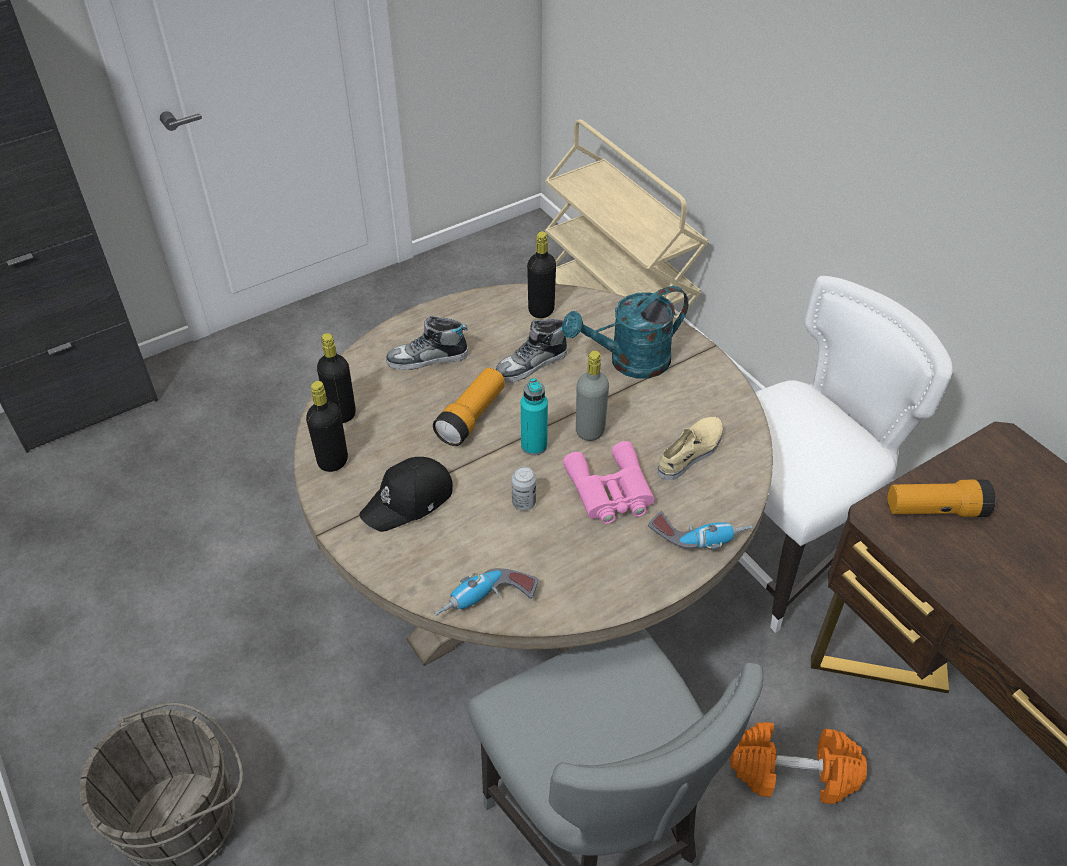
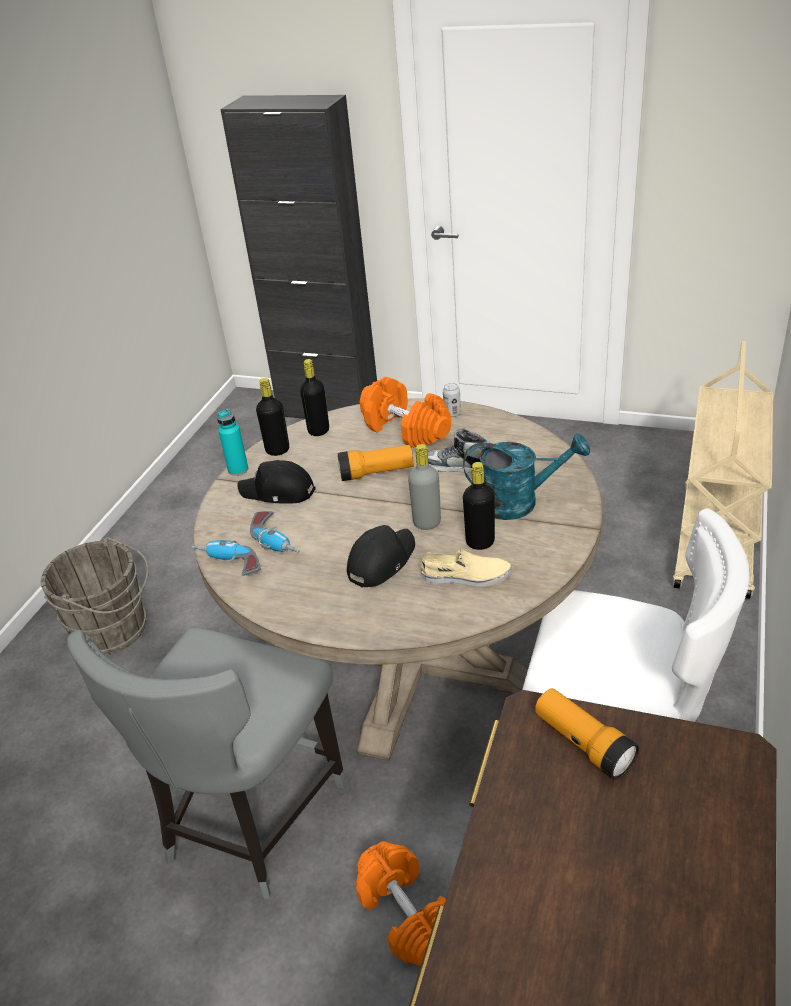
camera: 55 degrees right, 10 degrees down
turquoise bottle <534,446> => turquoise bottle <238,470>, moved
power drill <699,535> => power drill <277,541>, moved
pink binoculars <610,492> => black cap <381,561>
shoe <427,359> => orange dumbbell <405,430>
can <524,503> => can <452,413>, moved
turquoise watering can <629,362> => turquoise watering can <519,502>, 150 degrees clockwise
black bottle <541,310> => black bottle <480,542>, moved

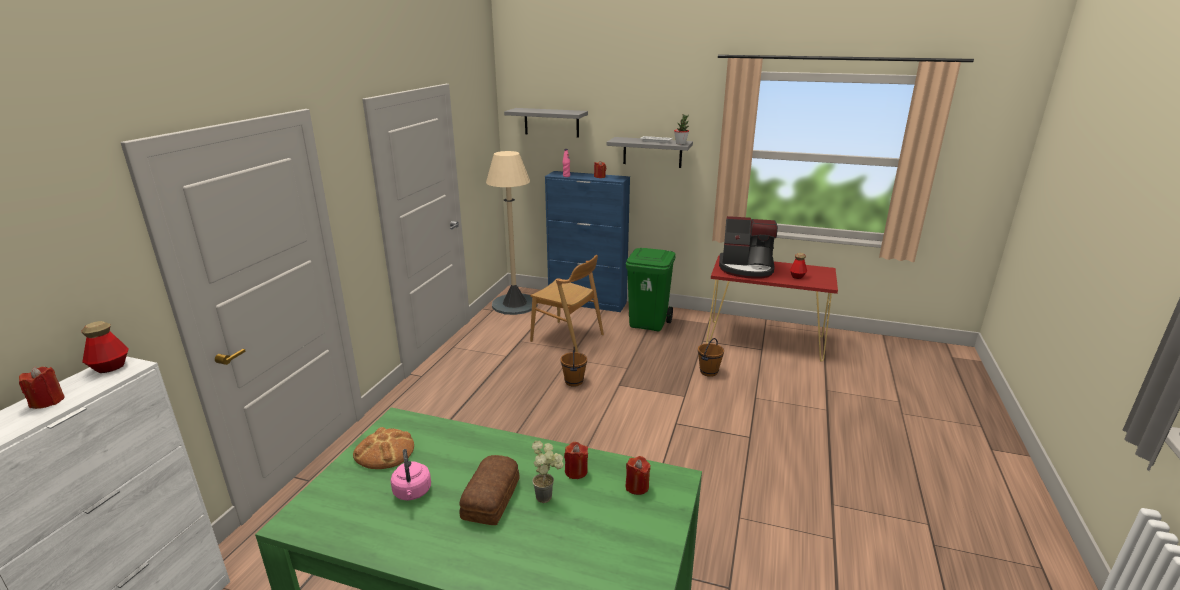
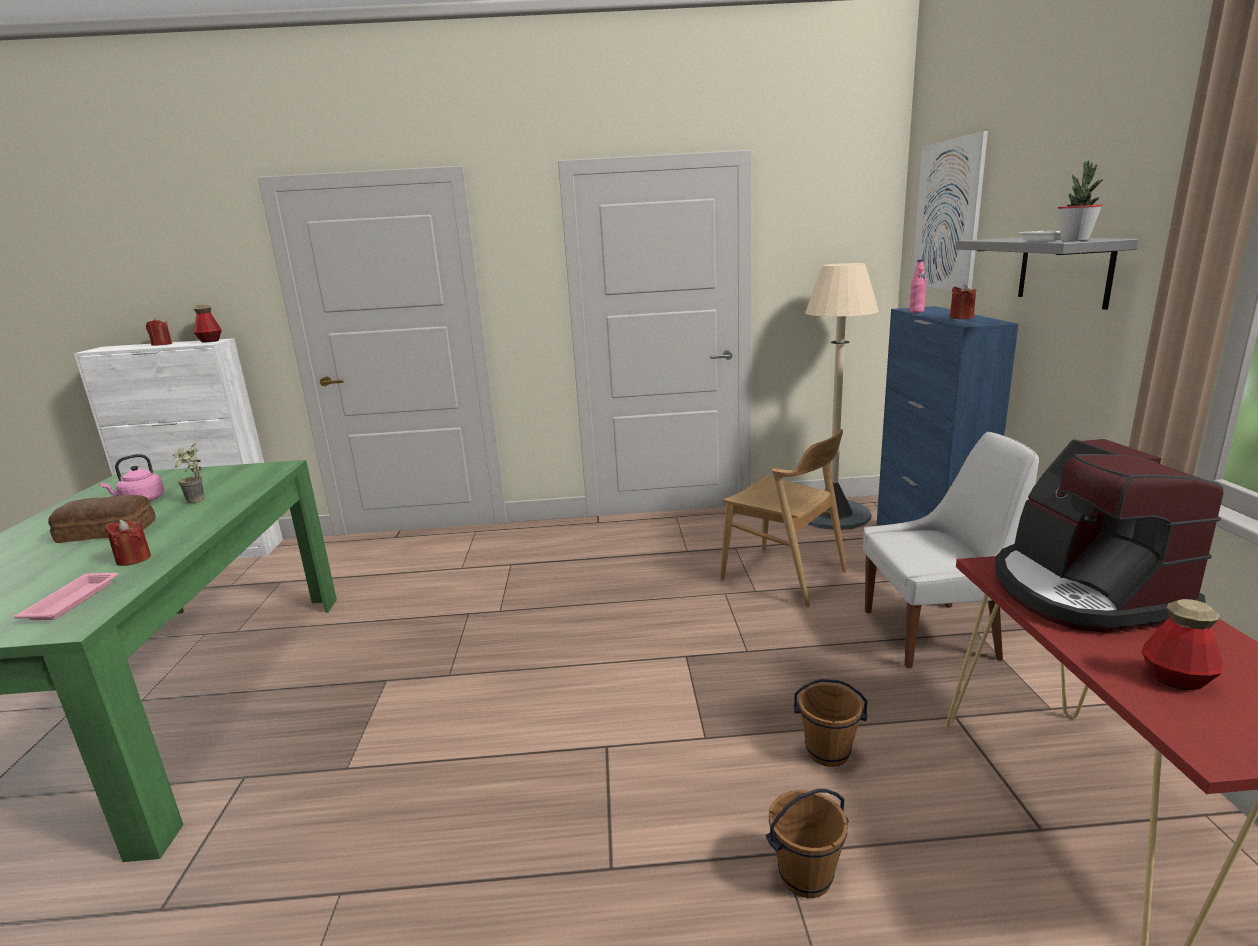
camera: 70 degrees right, 5 degrees down
red candle <637,486> => pink tray <73,600>
potted plant <548,496> => potted plant <197,501>, moved
brown chair <567,338> => brown chair <784,576>, 60 degrees counterclockwise
brown bucket <573,381> => brown bucket <805,875>, moved
green trash can <648,324> => white chair <935,634>
grey shelf <551,122> => picture <947,216>
bread <384,451> => nothing

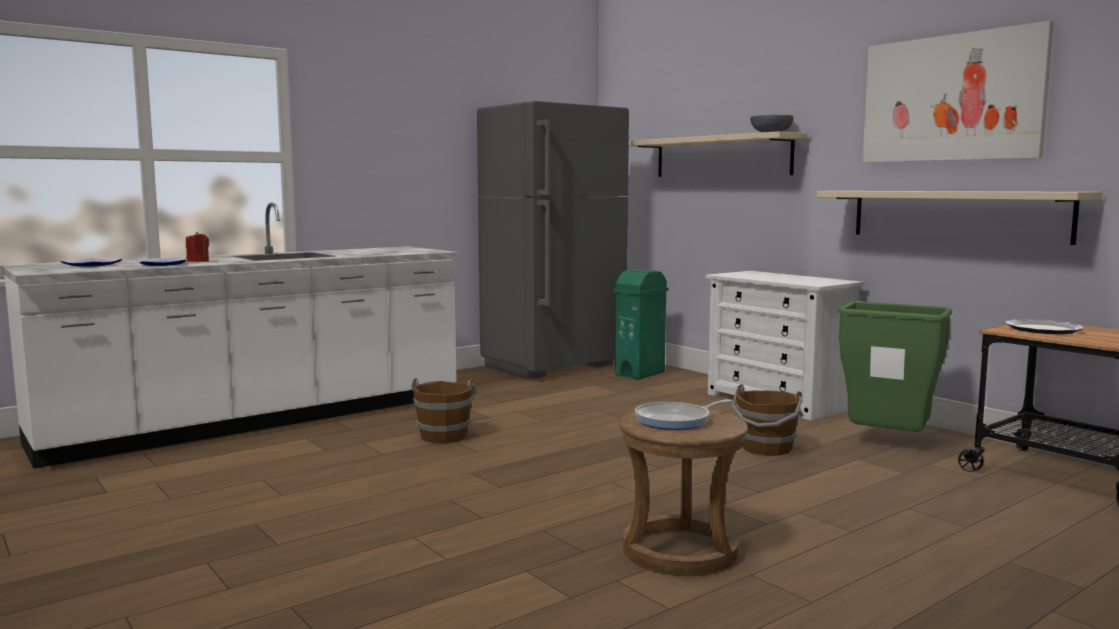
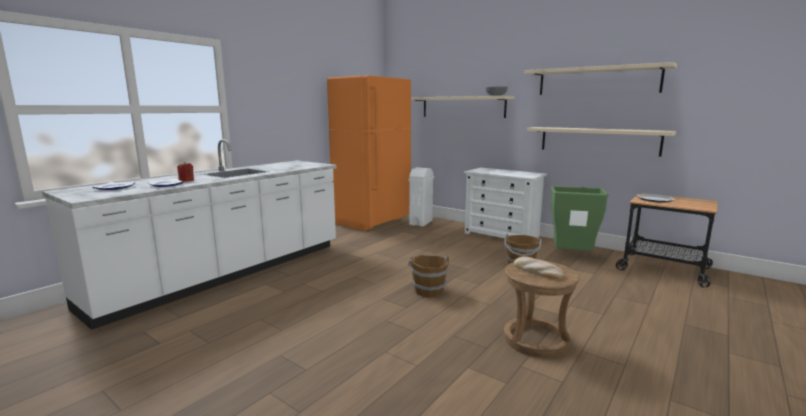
camera: 15 degrees left, 5 degrees up
grey fridge <554,367> => orange fridge <373,221>
green trash can <640,374> => white trash can <421,222>
brown bucket <444,436> => brown bucket <428,290>, moved
frying pan <676,420> => bread <537,271>
picture <951,98> => beige shelf <597,81>

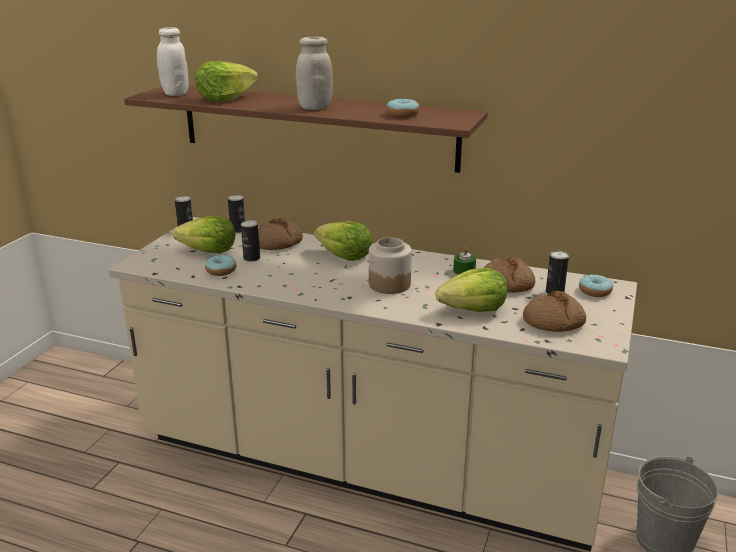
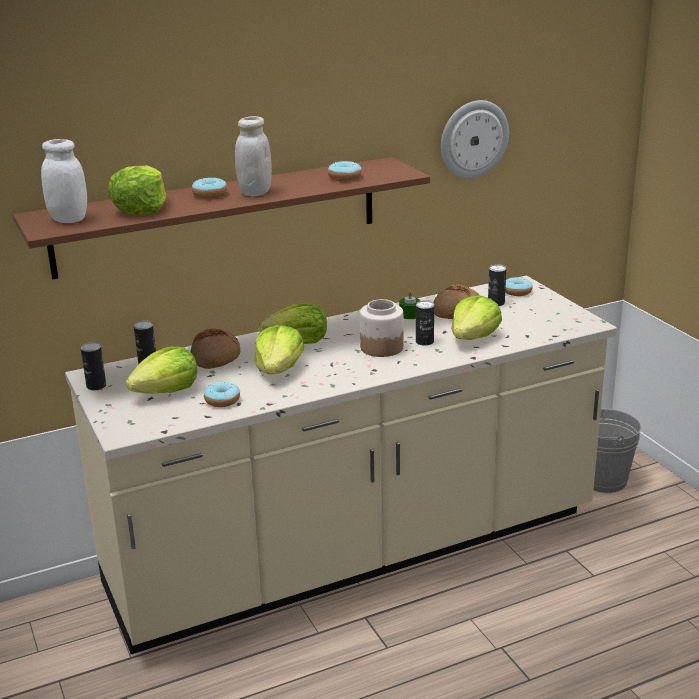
camera: 45 degrees left, 0 degrees up
nothing => donut <209,195>
nothing => lettuce <279,370>
can <251,258> => can <424,342>, moved
nothing => wall clock <473,139>
bread <553,322> => nothing

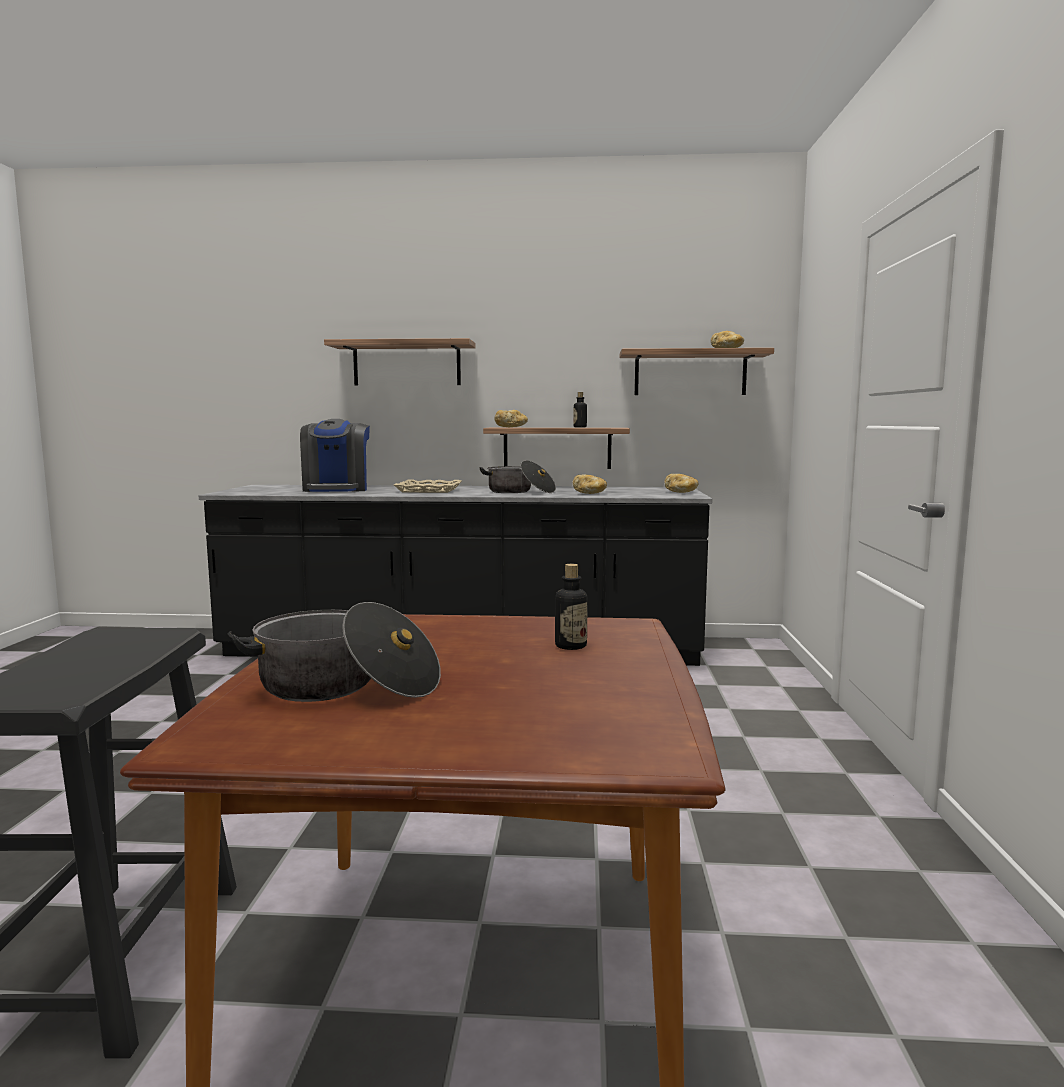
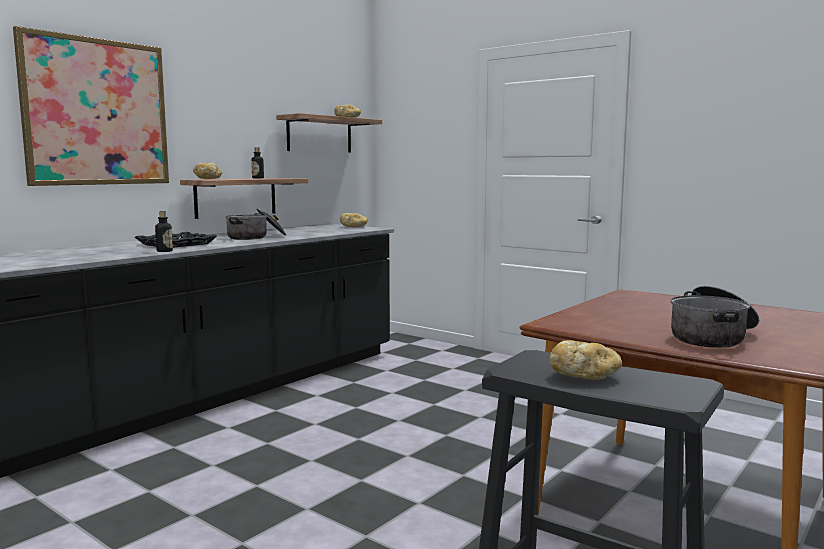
camera: 55 degrees left, 0 degrees up
shelf <407,364> => picture <96,112>
beige tray <429,490> => black tray <176,244>
bottle <570,646> => bottle <164,251>, moved
bread <590,493> => bread <584,376>, moved
coffee machine <337,489> => nothing

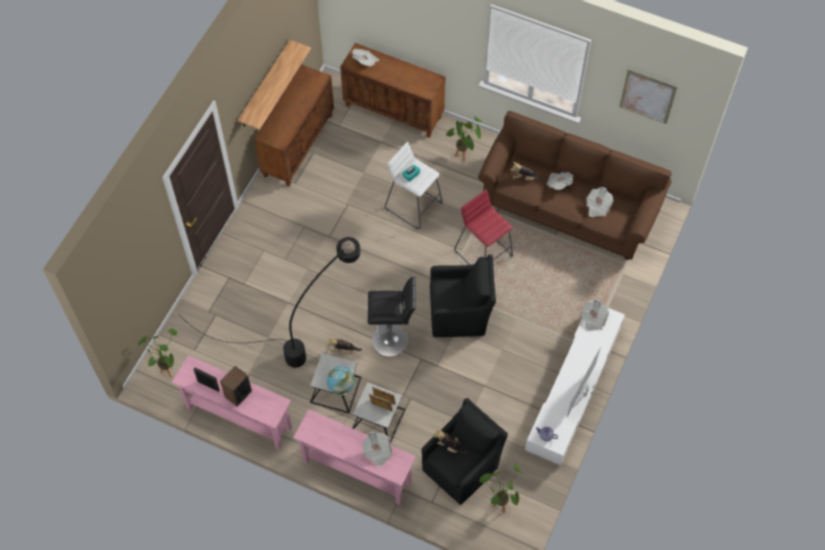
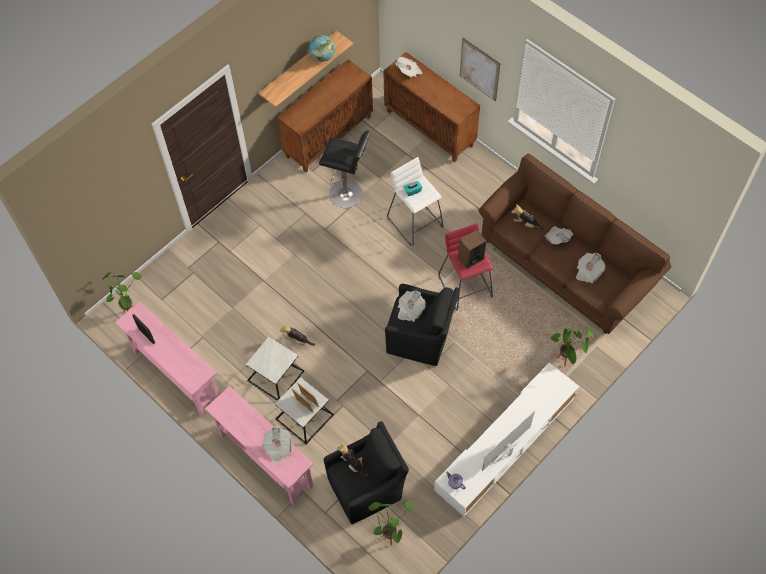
camera: 20 degrees right, 0 degrees up
globe <341,385> => globe <322,57>, moved
black stool <392,339> => black stool <348,194>, moved
newspaper <593,319> => newspaper <410,310>, moved
speaker <238,394> => speaker <470,258>, moved
picture <647,97> => picture <479,69>, moved
potted plant <464,157> => potted plant <566,362>, moved
black floor lamp <306,334> => nothing

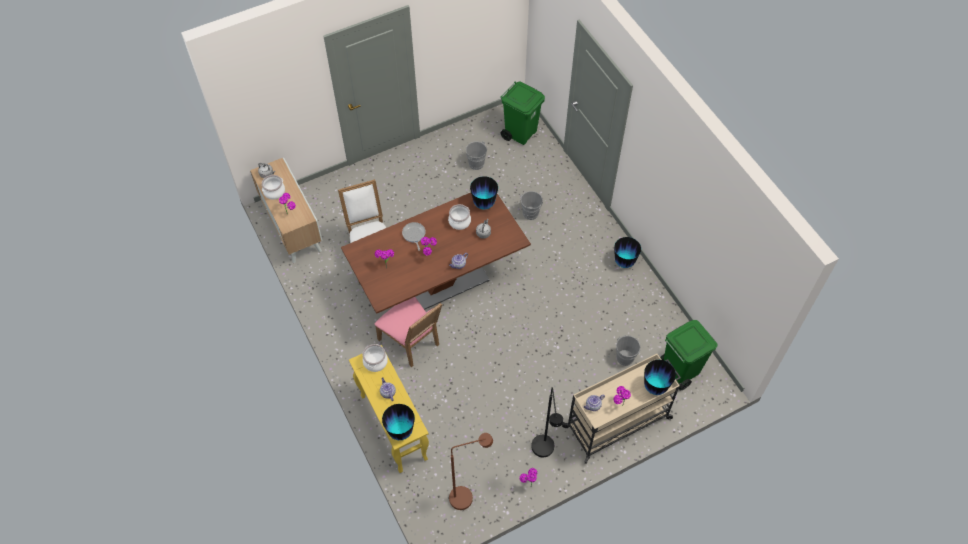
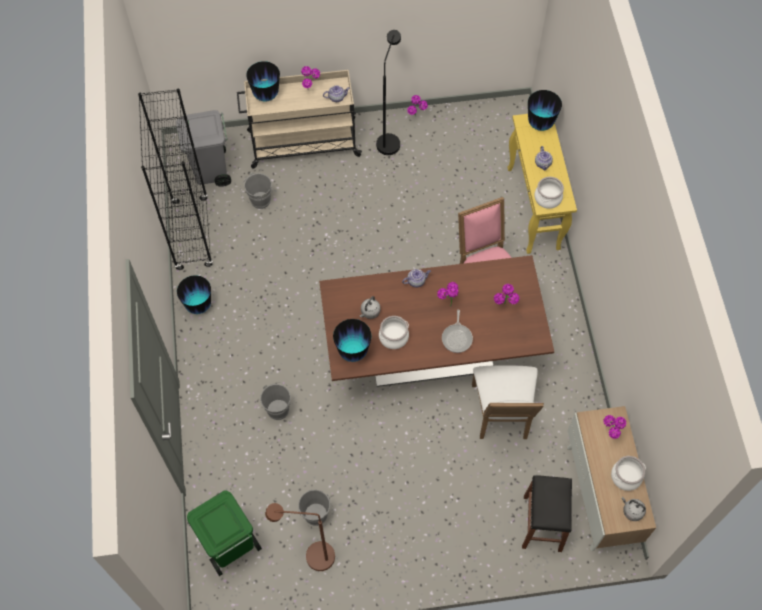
camera: 160 degrees left, 5 degrees up
nothing => black bookcase <192,233>
green trash can <679,370> => grey trash can <211,171>
brown floor lamp <467,496> => brown floor lamp <311,557>, moved
nothing => black stool <542,523>

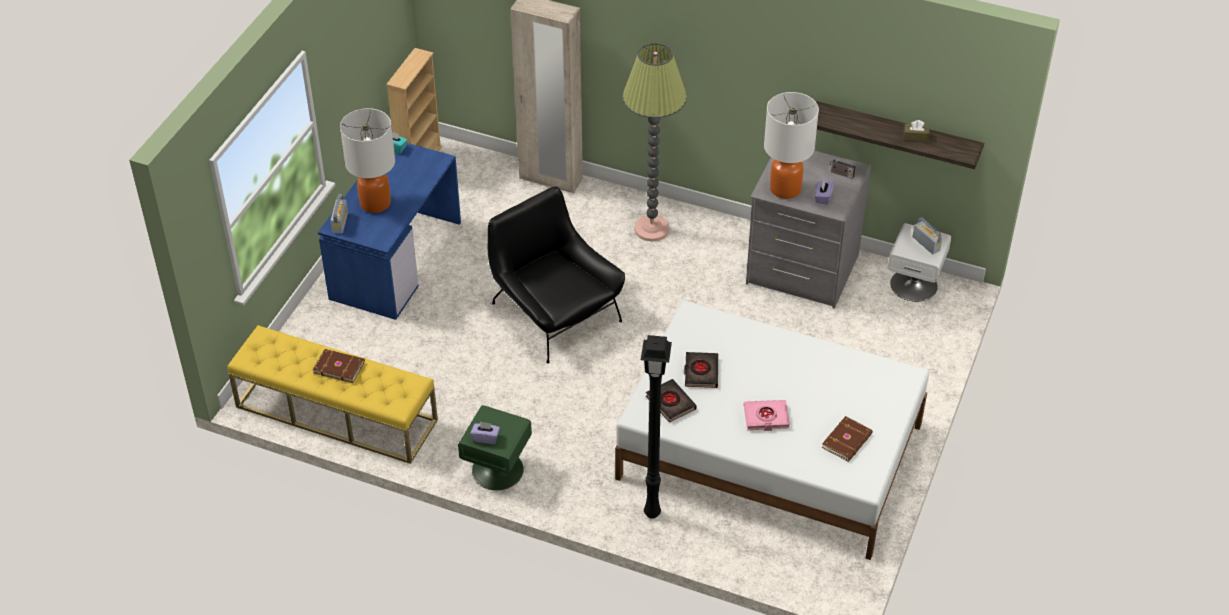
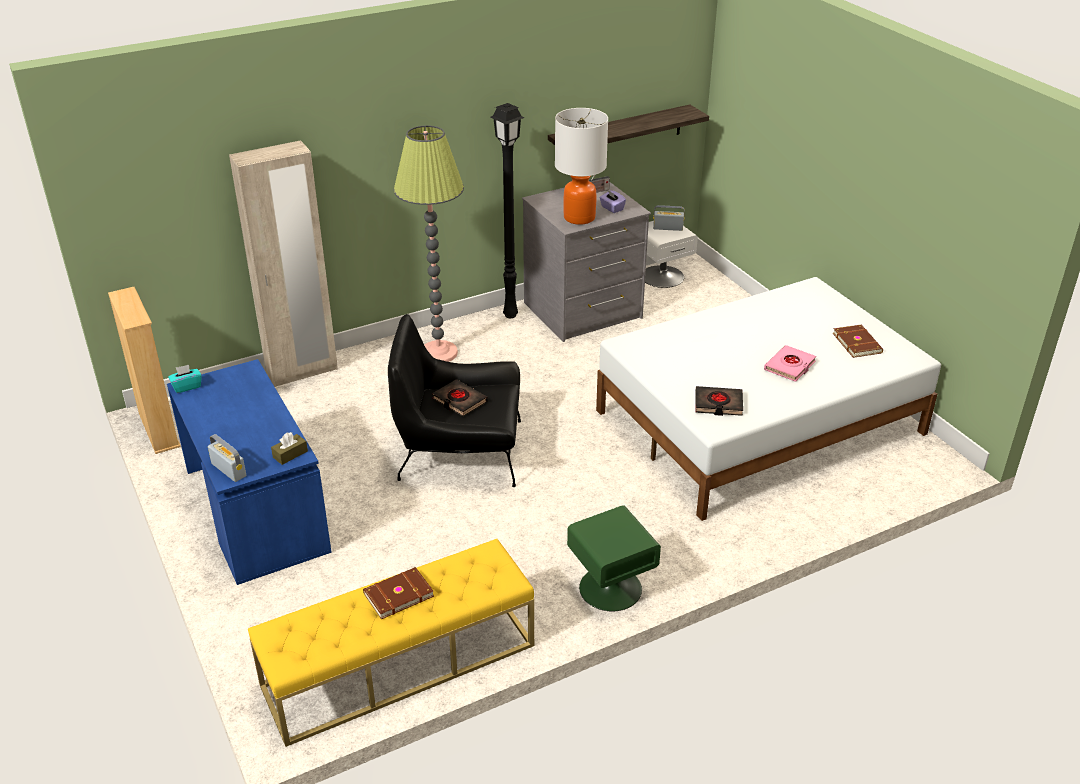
camera: 50 degrees left, 10 degrees down
brown tissue box <915,136> => brown tissue box <290,454>, moved
black book <701,372> => black book <459,401>, moved
black floor lamp <651,514> => black floor lamp <510,316>, moved
table lamp <375,203> => nothing
purple tissue box <485,438> => nothing

